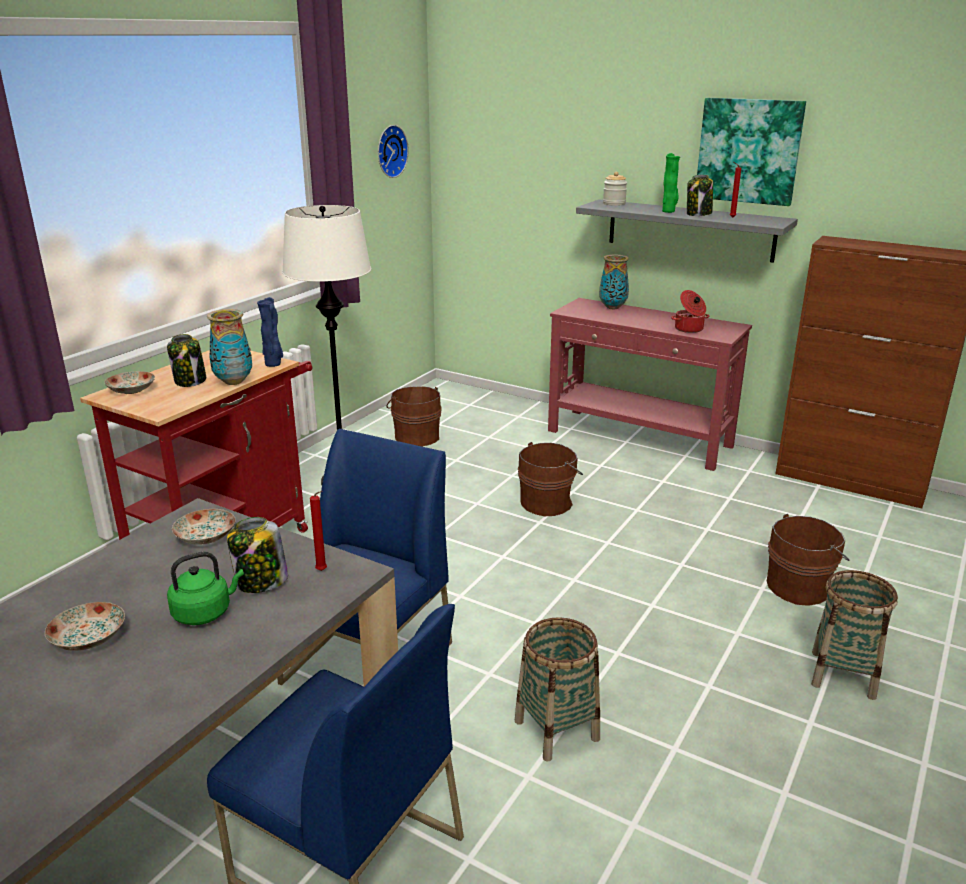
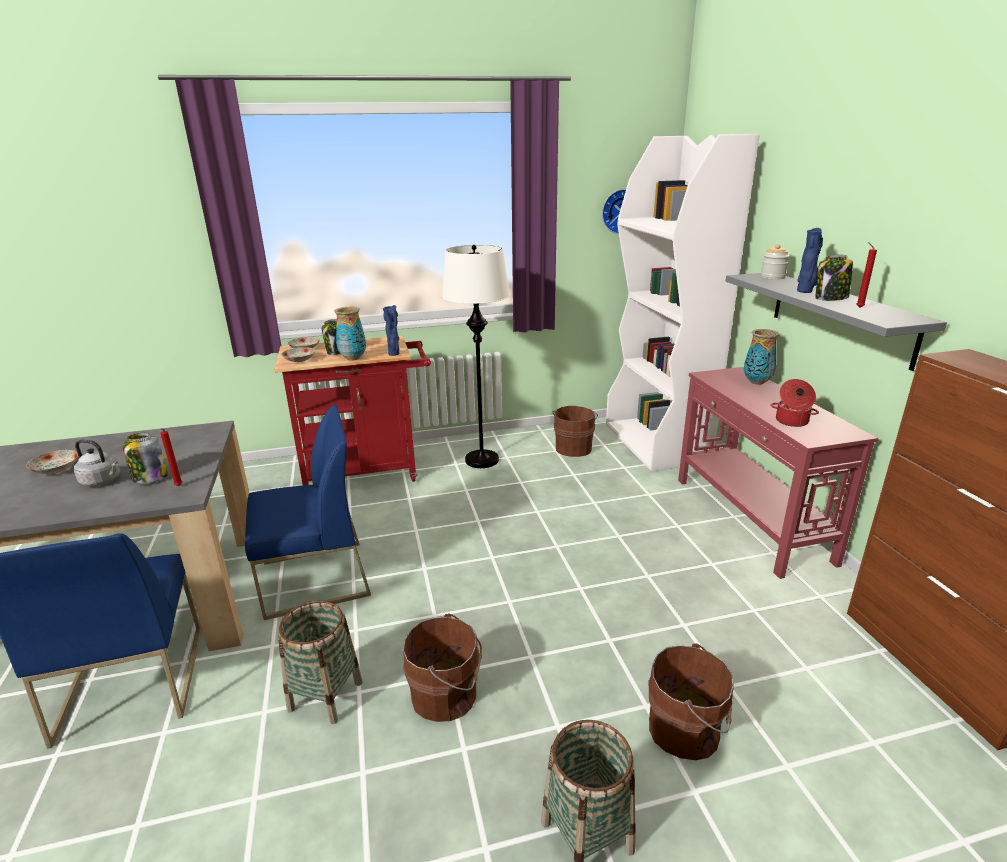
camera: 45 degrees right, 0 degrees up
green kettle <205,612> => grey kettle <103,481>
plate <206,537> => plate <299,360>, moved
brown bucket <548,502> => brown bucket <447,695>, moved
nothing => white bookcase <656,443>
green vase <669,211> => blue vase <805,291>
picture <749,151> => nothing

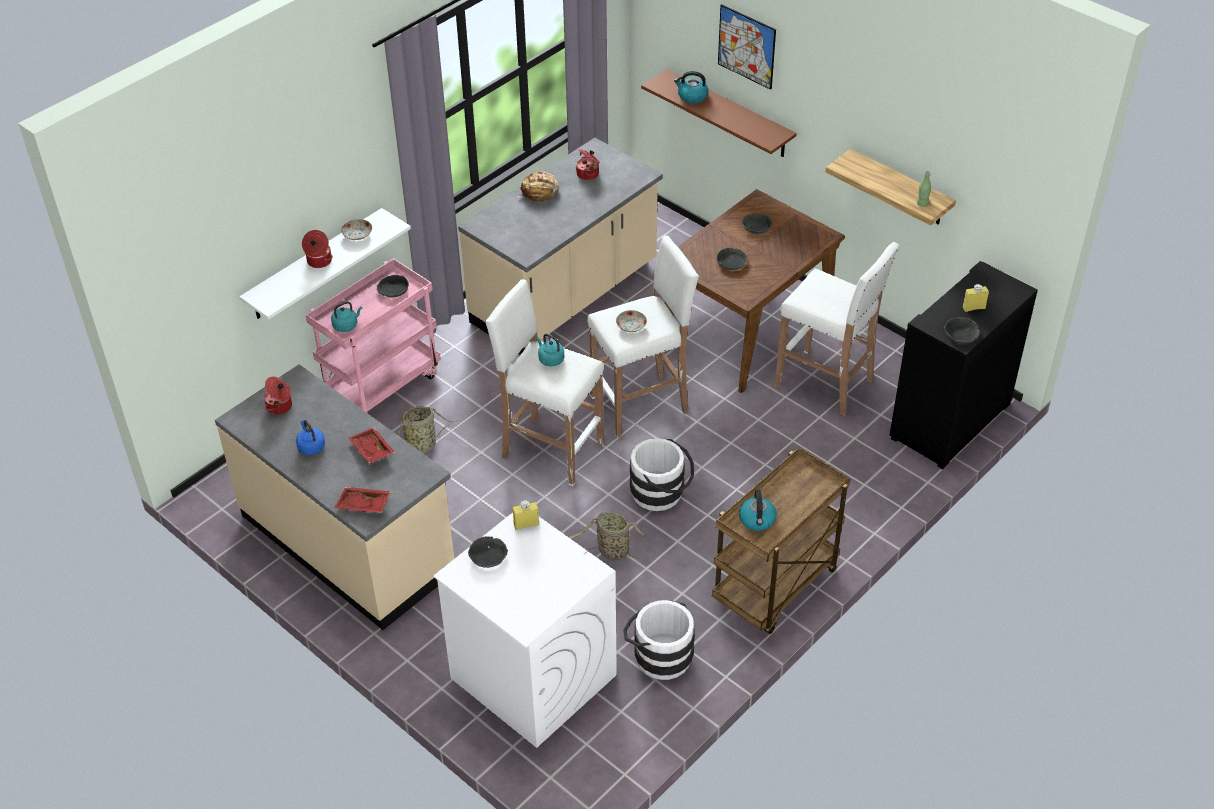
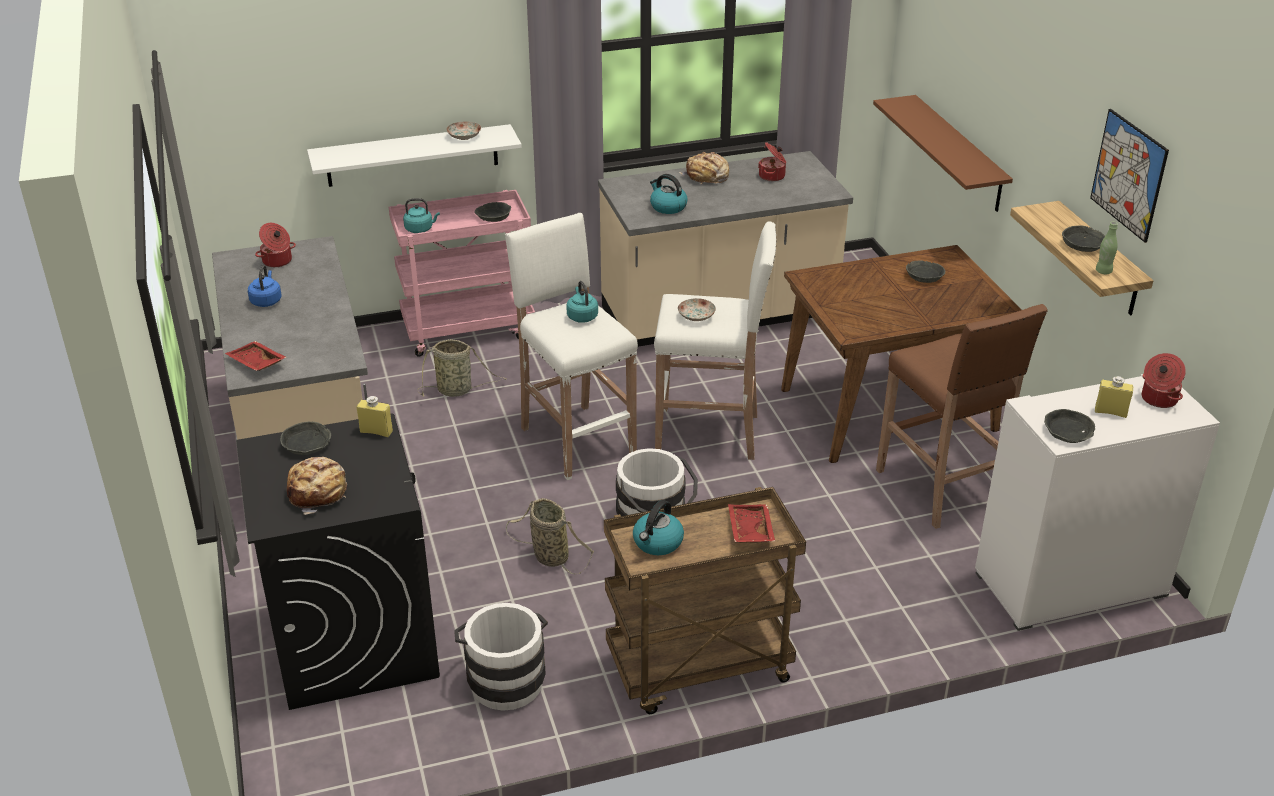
camera: 30 degrees right, 10 degrees down
white washing machine <532,676> => black washing machine <353,638>
nothing => bread <318,492>
kettle <692,96> => kettle <667,207>, moved
red tray <371,450> => red tray <749,530>, moved
white stool <826,383> => brown stool <940,490>
black cabinet <951,422> => white cabinet <1070,585>
grey bowl <732,262> => grey bowl <1083,244>, moved
picture <746,46> => picture <1128,175>, moved
cooking pot <319,261> => cooking pot <1158,399>, moved

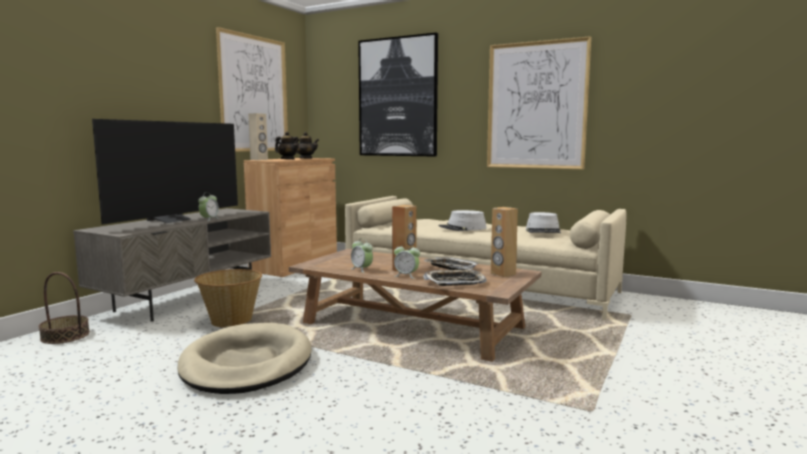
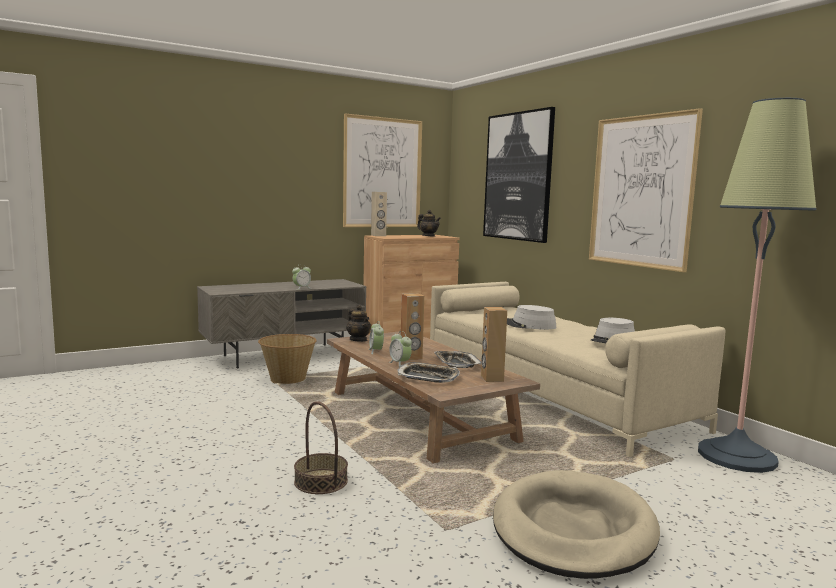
camera: 30 degrees right, 0 degrees up
basket <65,336> => basket <321,481>, moved
teapot <287,159> => teapot <358,340>, moved
beige dog bed <247,364> => beige dog bed <573,529>, moved
nothing => floor lamp <736,456>
television <173,220> => nothing

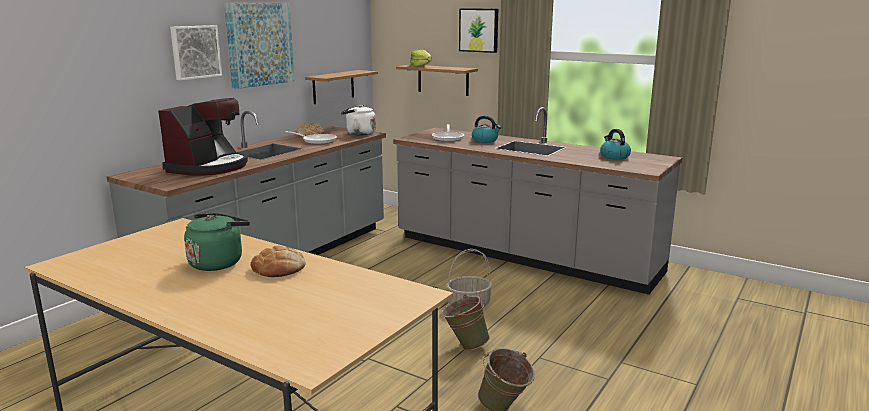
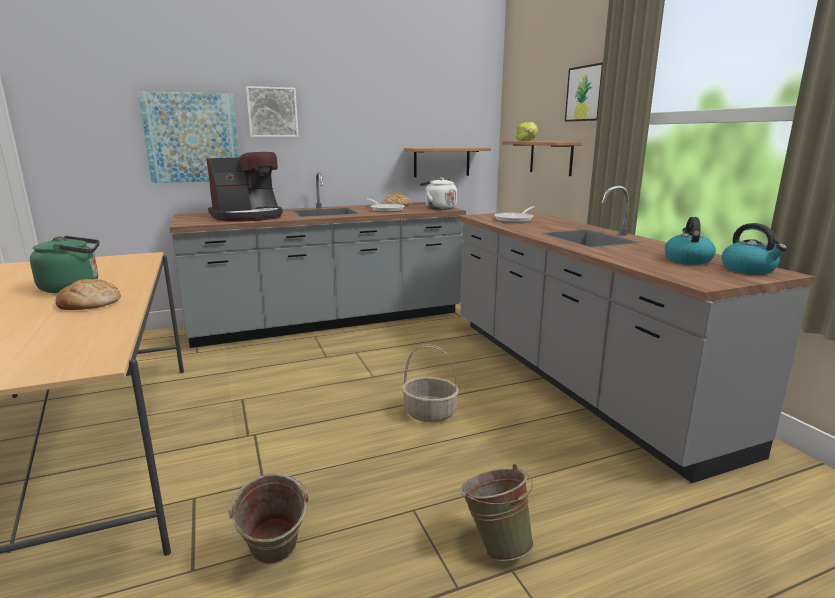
camera: 35 degrees right, 0 degrees up
picture <259,44> => picture <192,138>, moved
green bucket <464,345> => green bucket <495,544>, moved
kettle <485,140> => kettle <748,270>, moved

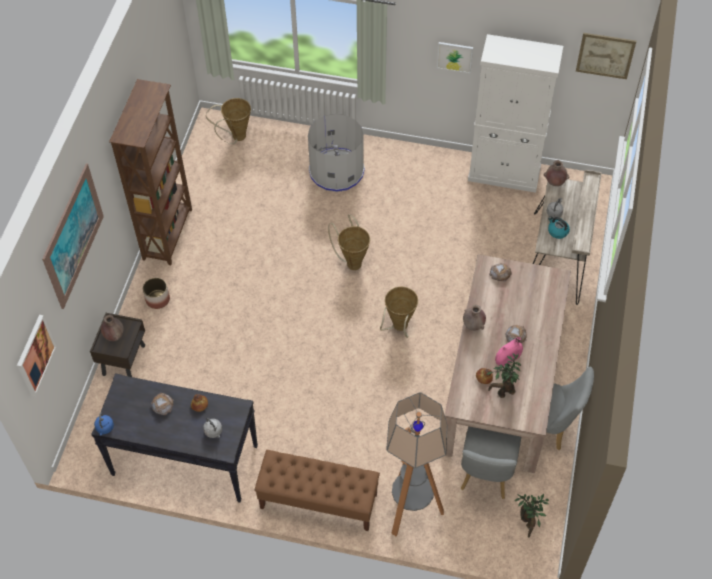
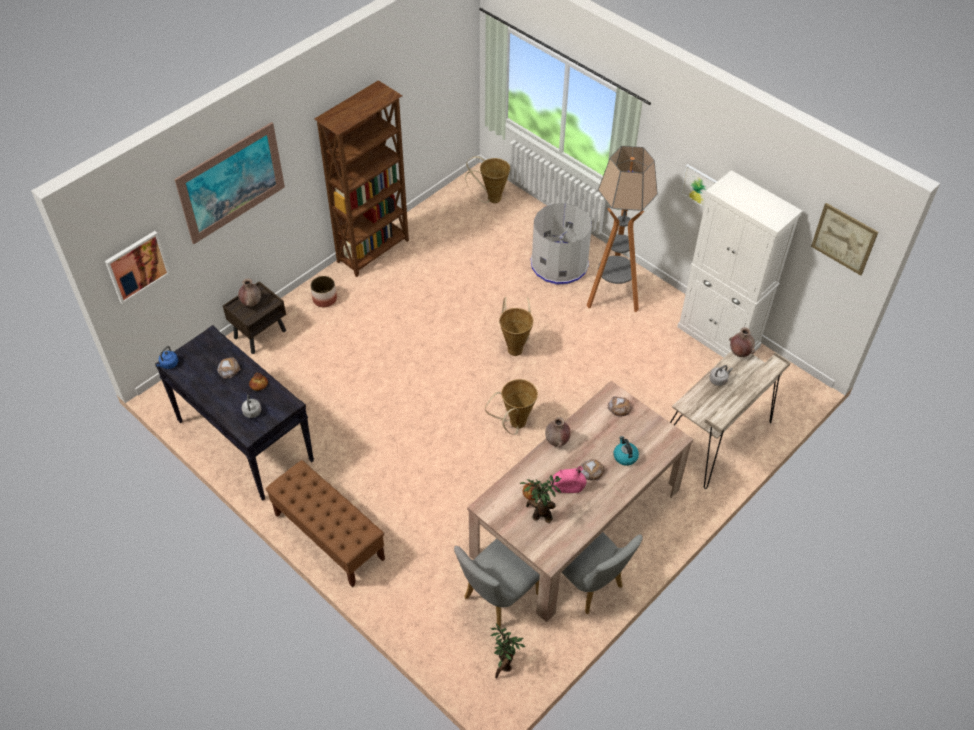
camera: 30 degrees right, 5 degrees down
floor lamp <411,510> => floor lamp <612,298>, moved
kettle <557,231> => kettle <625,456>, moved

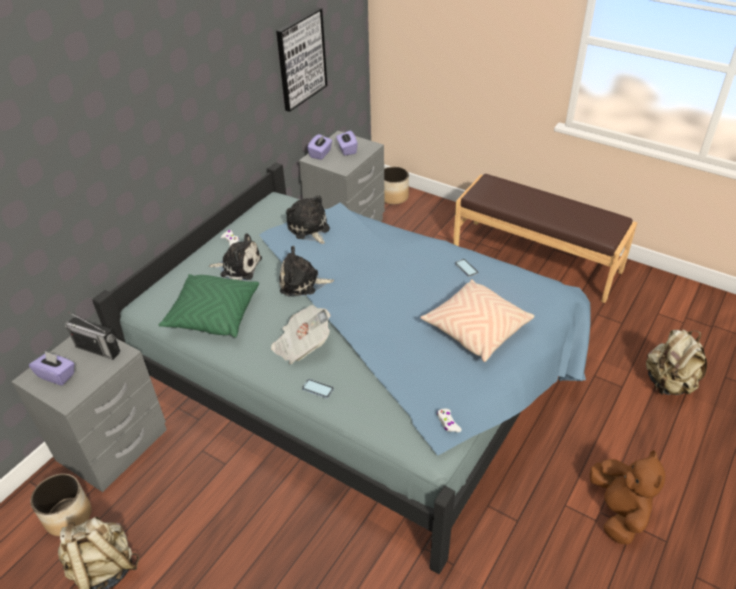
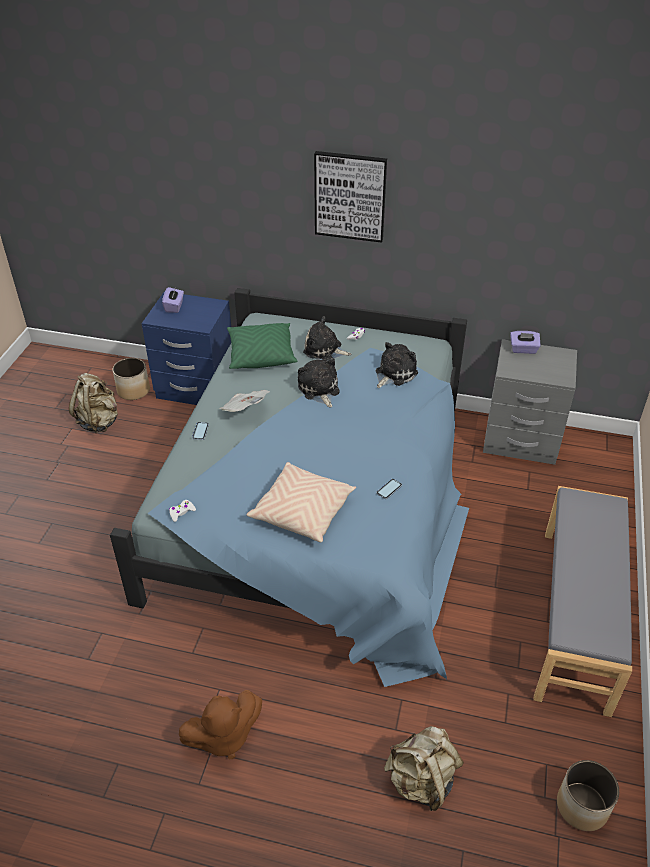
camera: 70 degrees right, 0 degrees up
grey nightstand <113,446> => blue nightstand <195,388>
plush toy <238,266> => plush toy <324,350>, 120 degrees clockwise
picture <301,59> => picture <350,196>, moved
brown bench <536,258> => grey bench <576,617>
planter <394,197> => planter <582,806>, moved
radio <98,349> => nothing
purple tissue box <347,150> => nothing

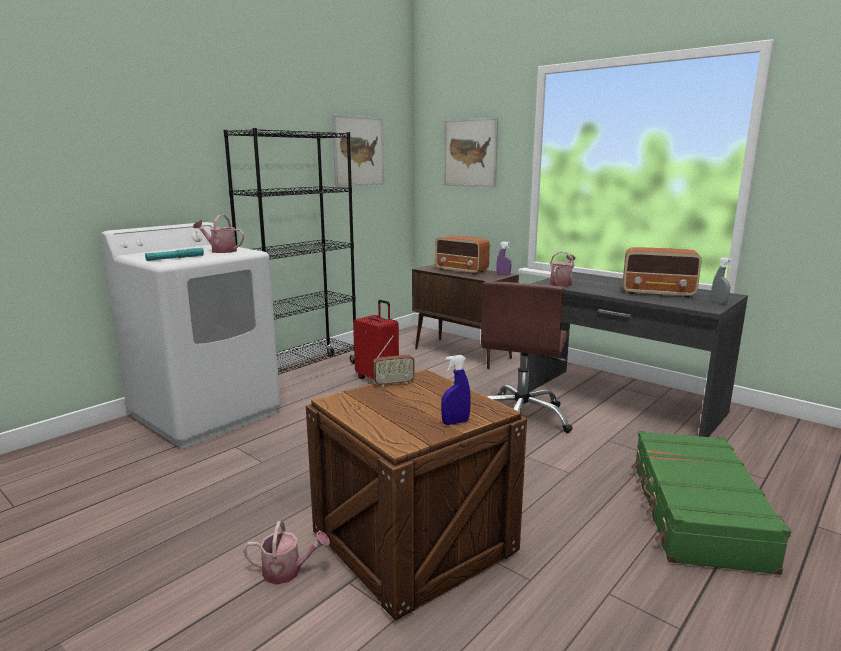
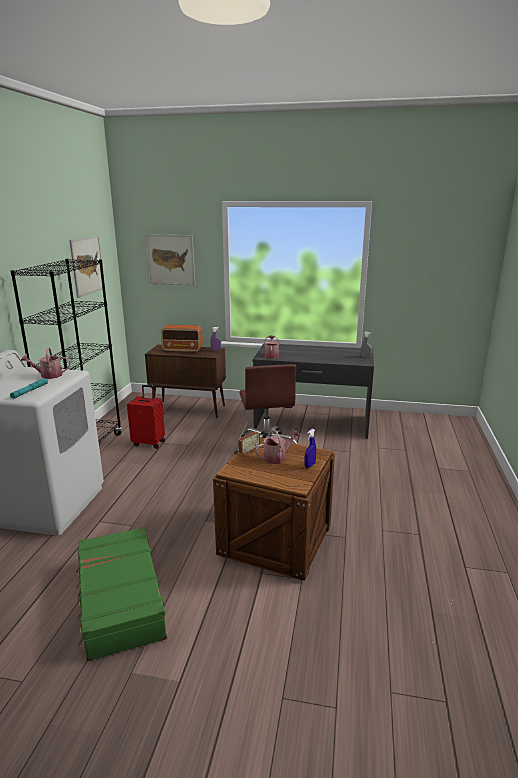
camera: 30 degrees left, 5 degrees up
green suitcase <695,513> => green suitcase <119,600>, moved
watering can <287,571> => watering can <277,457>, moved
radio <658,293> => nothing

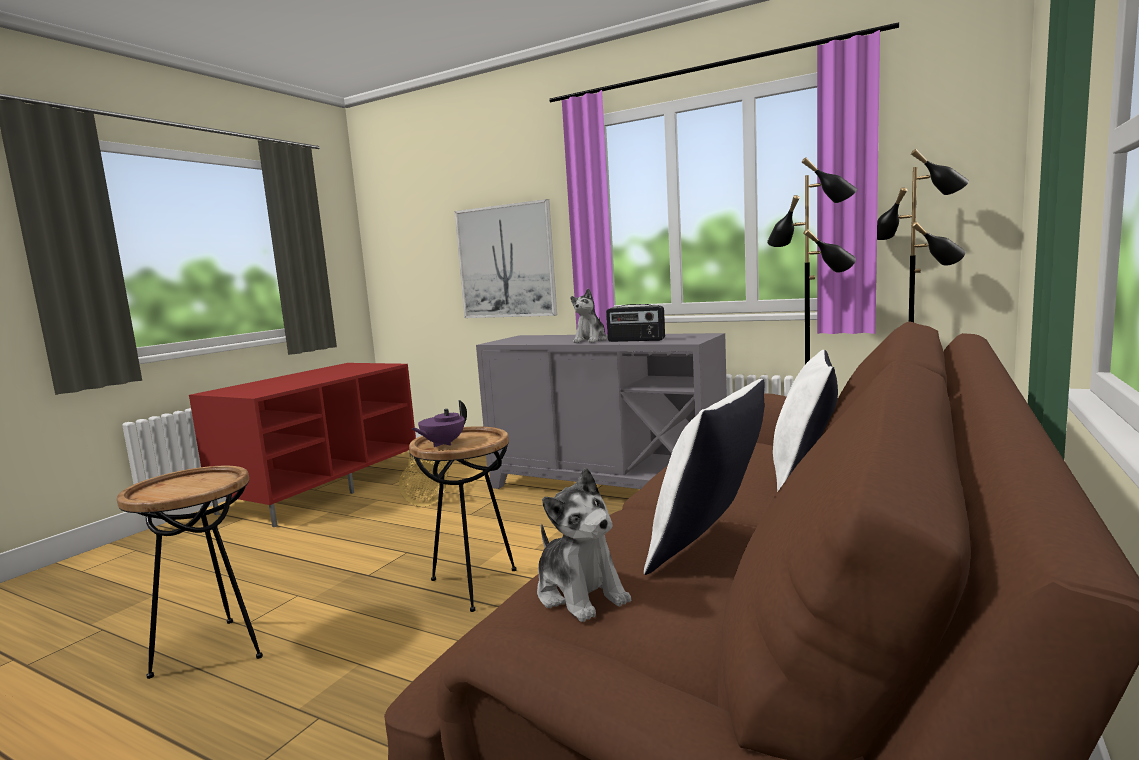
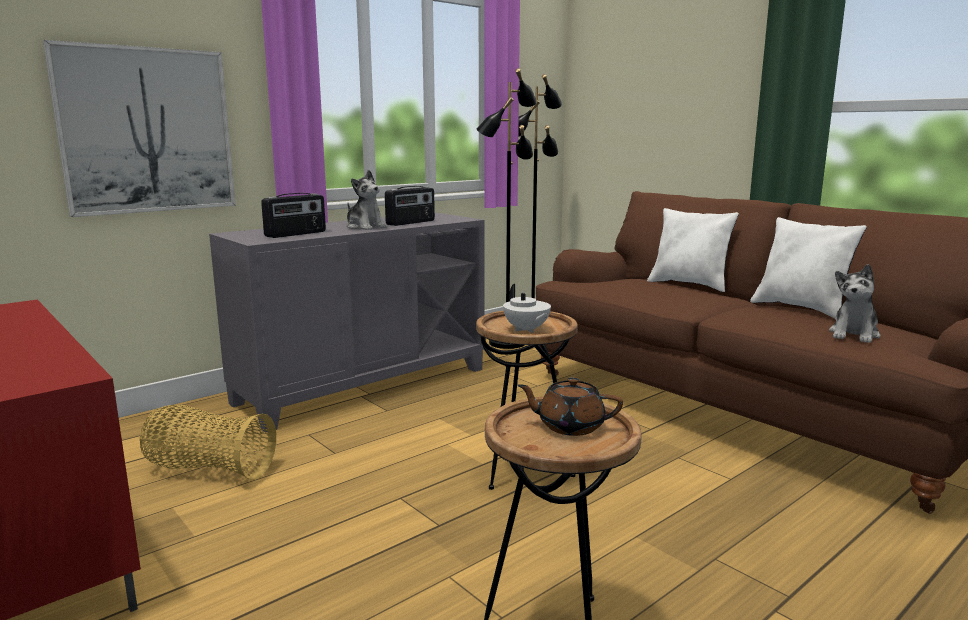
camera: 70 degrees left, 5 degrees up
nothing => radio <296,234>
purple teapot <442,444> => white teapot <526,330>
nothing => brown teapot <569,426>
plush toy <580,593> => plush toy <854,334>, 135 degrees clockwise

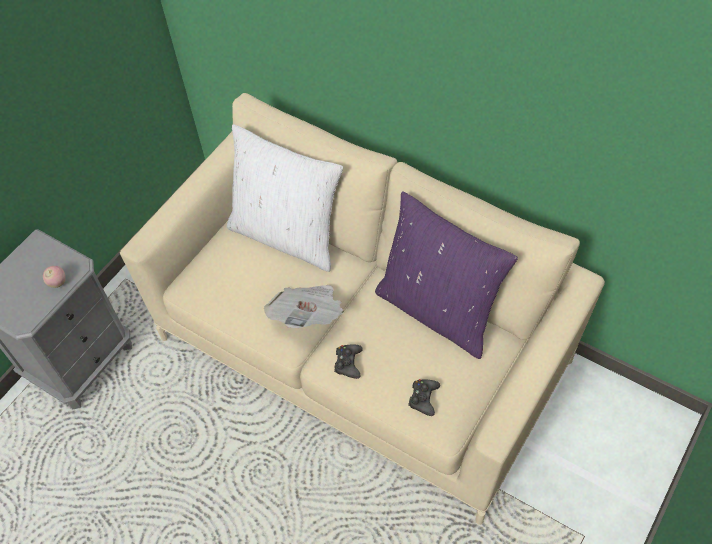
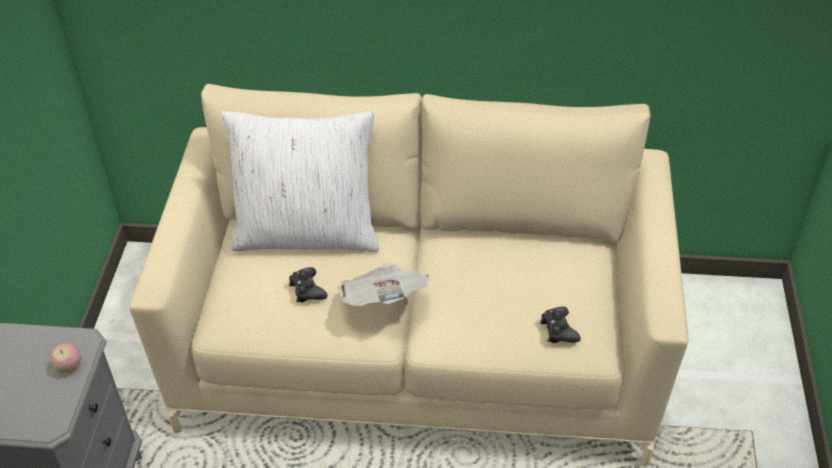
camera: 30 degrees left, 10 degrees down
black game controller <348,363> => black game controller <307,290>, moved
purple pillow <438,310> => nothing

